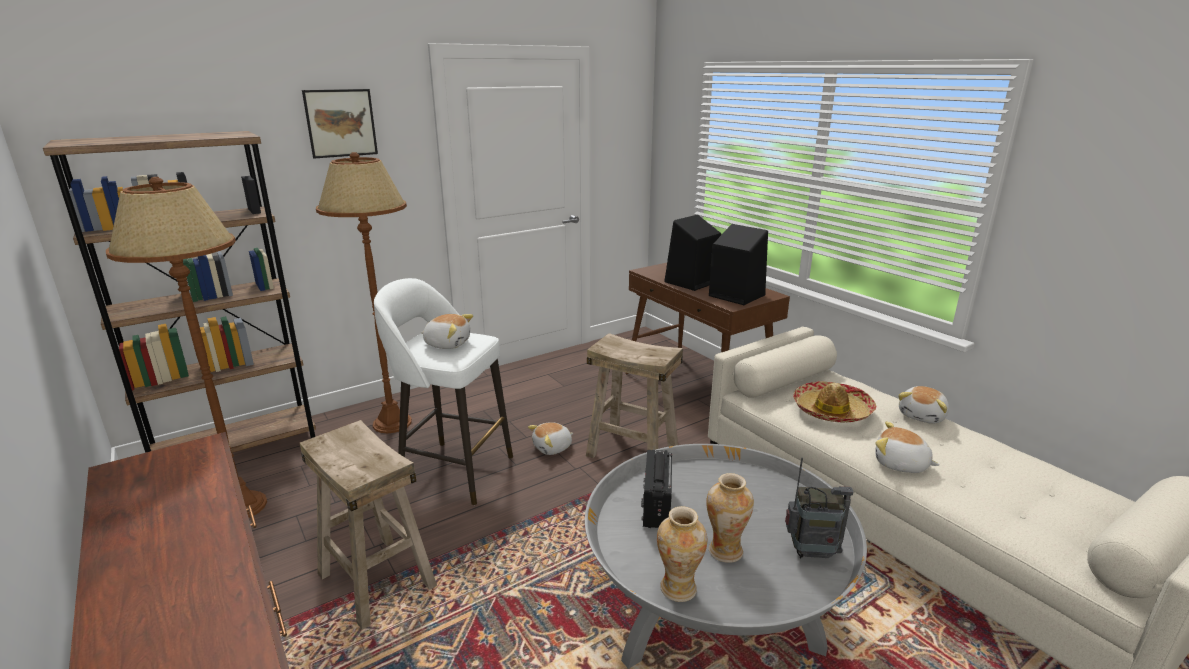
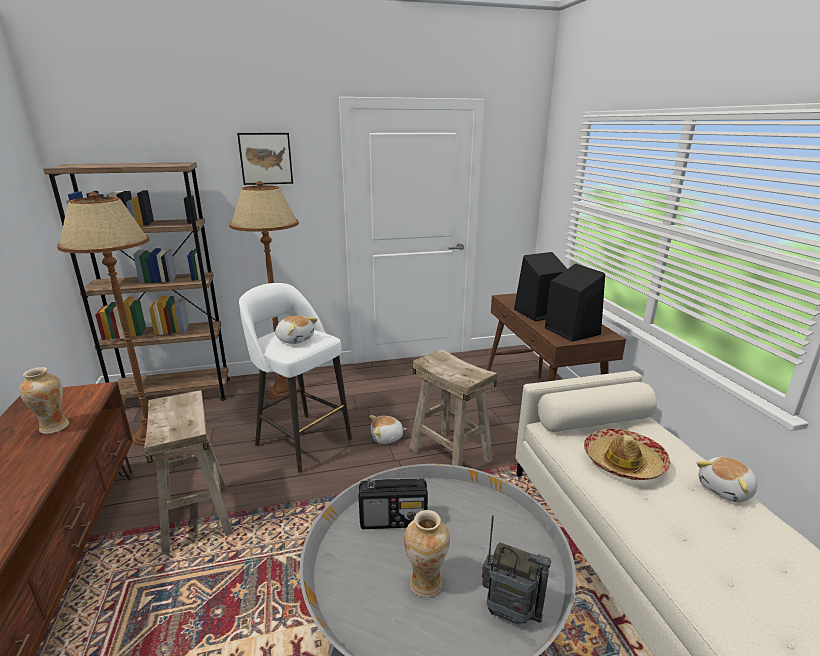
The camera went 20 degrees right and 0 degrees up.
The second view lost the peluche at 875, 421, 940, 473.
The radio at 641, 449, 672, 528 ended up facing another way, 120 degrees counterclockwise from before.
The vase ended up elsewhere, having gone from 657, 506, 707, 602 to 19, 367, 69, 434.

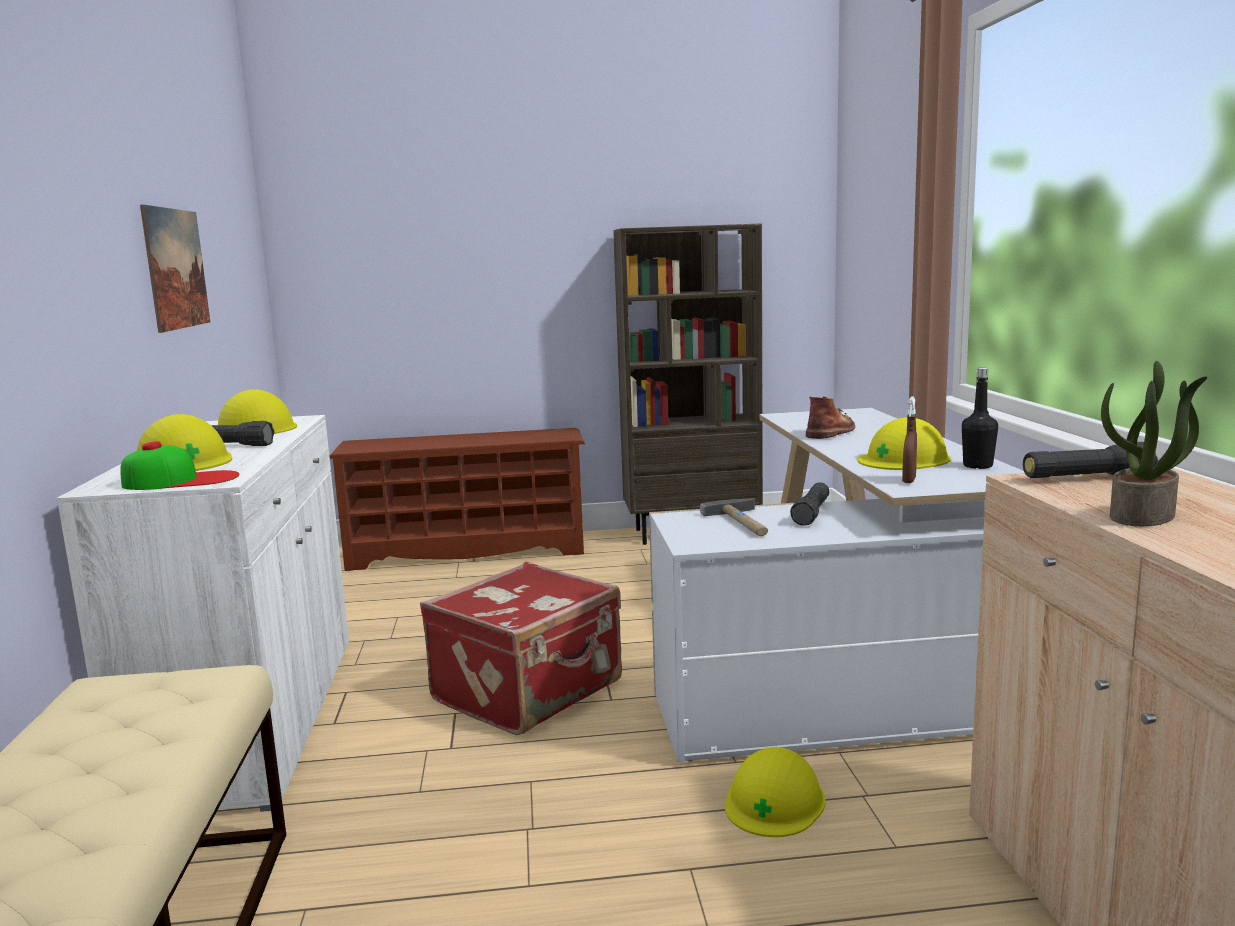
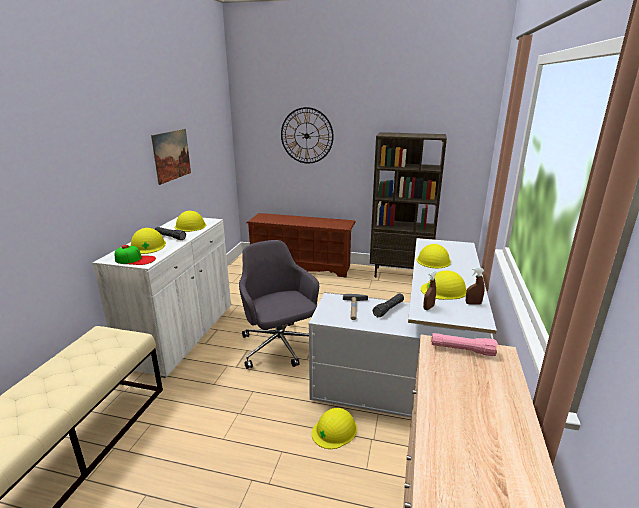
The camera went 20 degrees right and 10 degrees up.
The second view lost the plante en pot at 1101, 361, 1207, 526.
Where the bouteille/noir stood at 962, 368, 998, 469, the vaporisateur/marron came to stand at 466, 268, 485, 305.
Where the botte/marron stood at 806, 396, 855, 439, the casque de chantier/jaune came to stand at 417, 244, 451, 268.
What was the lampe de poche/noir at 1023, 442, 1158, 478 turned into the lampe de poche/rose at 431, 333, 498, 356.
Where the valise/rouge stood at 420, 562, 622, 735, the chaise de bureau/gris came to stand at 239, 240, 319, 369.
The second view gained the horloge murale at 281, 107, 334, 164.

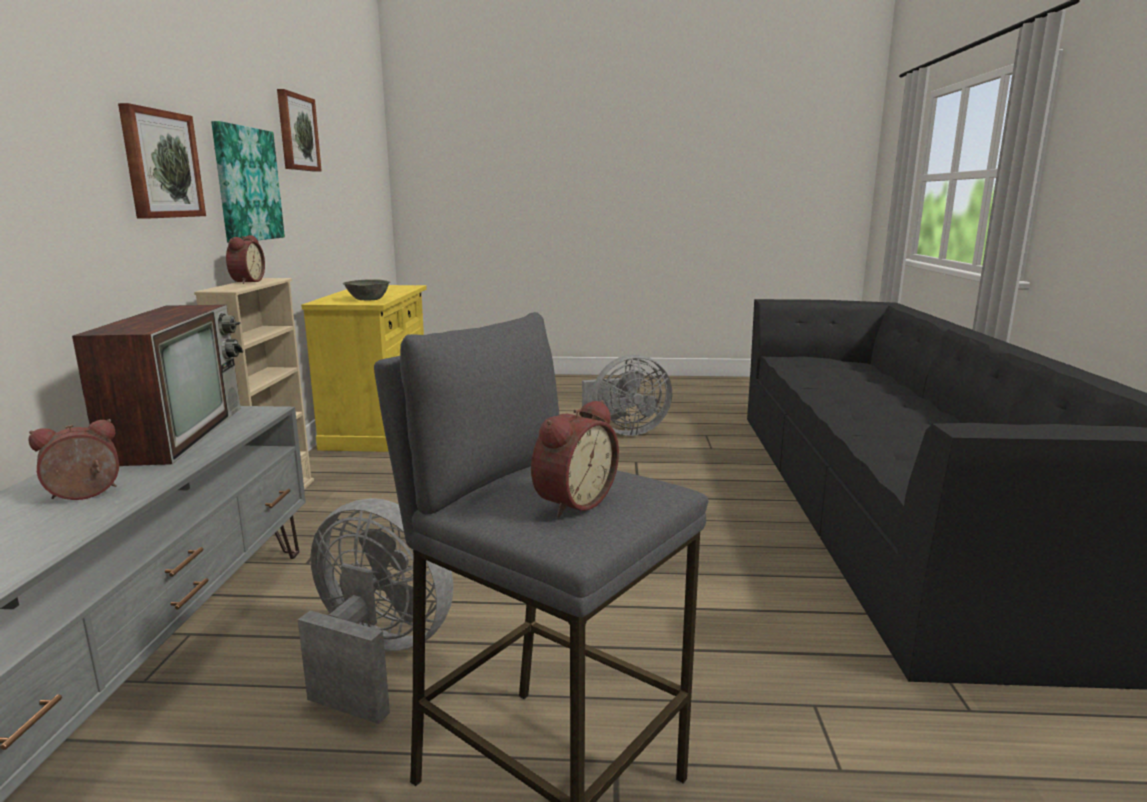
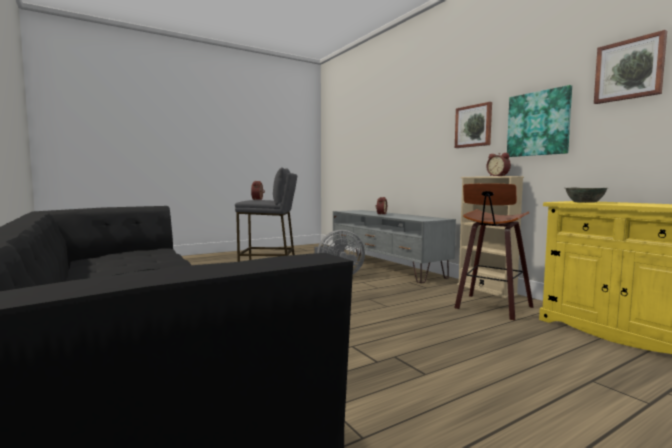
The camera went 145 degrees right and 10 degrees down.
The second view lost the téléviseur at 72, 305, 244, 466.
The second view lost the ventilateur/gris at 582, 355, 672, 436.
The second view gained the tabouret at 454, 183, 534, 321.

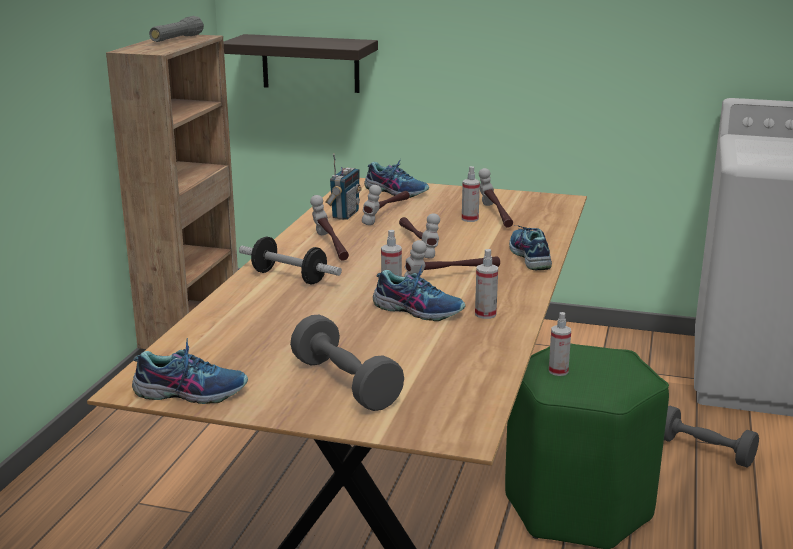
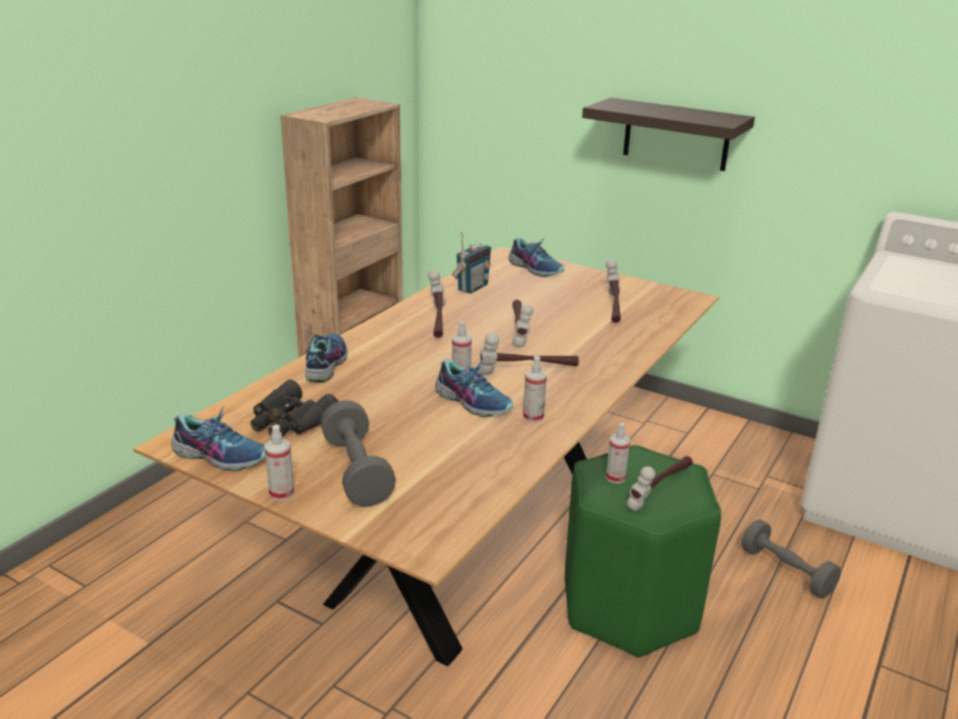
The camera went 15 degrees right and 5 degrees up.
The second view lost the lampe de poche/gris at 149, 16, 204, 42.
The étagère ended up elsewhere, having gone from 223, 34, 378, 93 to 582, 98, 755, 171.
The vaporisateur ended up elsewhere, having gone from 462, 166, 480, 222 to 265, 424, 294, 501.
The marteau ended up elsewhere, having gone from 362, 185, 410, 225 to 627, 456, 693, 511.
The chaussure ended up elsewhere, having gone from 509, 225, 552, 270 to 304, 332, 348, 382.
The second view lost the haltère at 239, 237, 342, 285.
The second view gained the jumelles/noir at 251, 379, 339, 437.

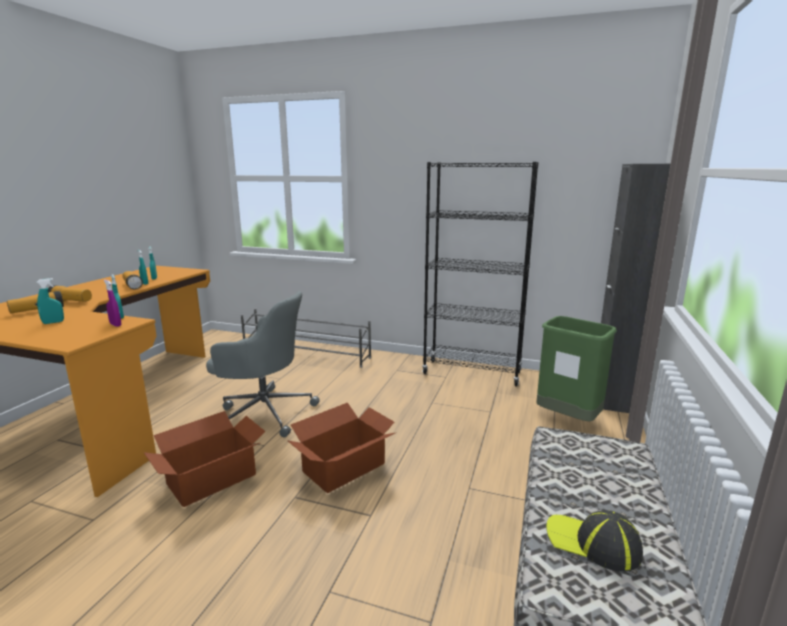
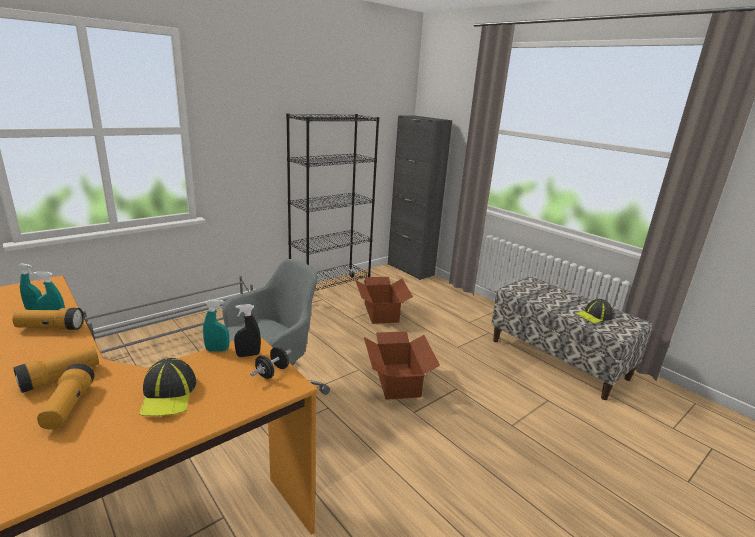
The camera went 60 degrees left and 5 degrees up.
Where the vaporisateur/turquoise stood at 37, 278, 64, 324, the casquette came to stand at 139, 358, 196, 416.
What was the vaporisateur/violet at 104, 280, 121, 327 turned into the vaporisateur/noir at 234, 304, 261, 357.
The second view lost the poubelle/vert at 536, 316, 617, 422.
The carton ended up elsewhere, having gone from 144, 411, 266, 507 to 355, 277, 413, 324.
The second view gained the haltère/noir at 250, 347, 291, 379.

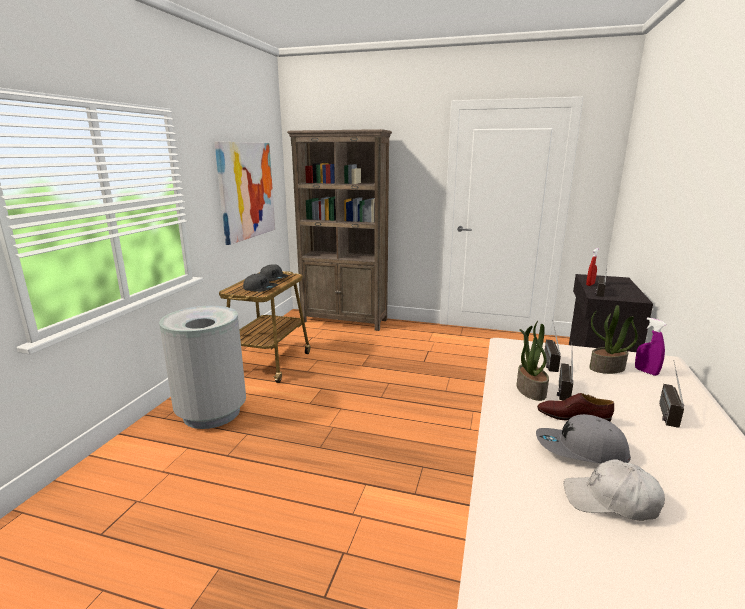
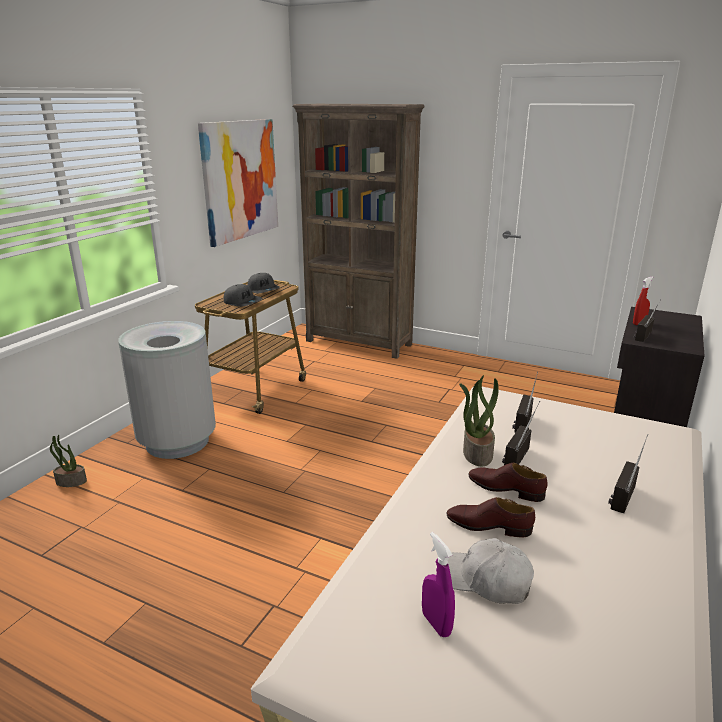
The camera went 10 degrees right and 5 degrees up.
The plante en pot ended up elsewhere, having gone from 589, 305, 638, 374 to 50, 435, 87, 487.
The vaporisateur/violet ended up elsewhere, having gone from 635, 317, 666, 376 to 422, 532, 455, 637.
Where the casquette/gris stood at 536, 414, 631, 464, the chaussure/marron came to stand at 446, 497, 535, 537.

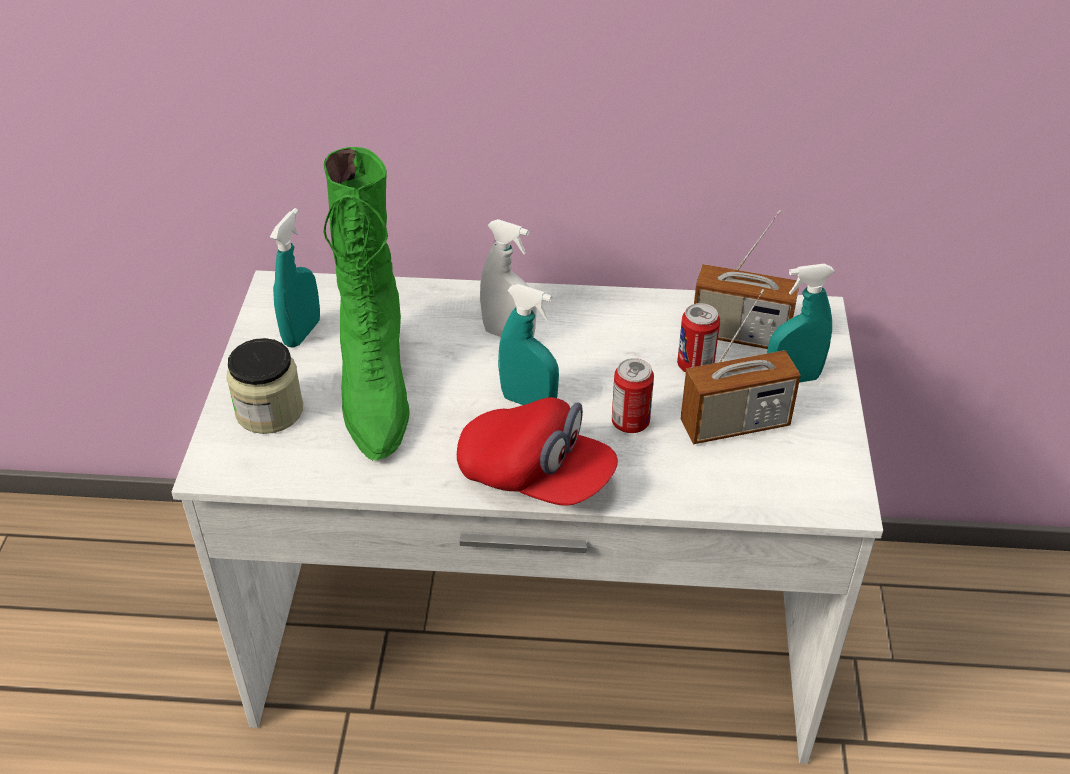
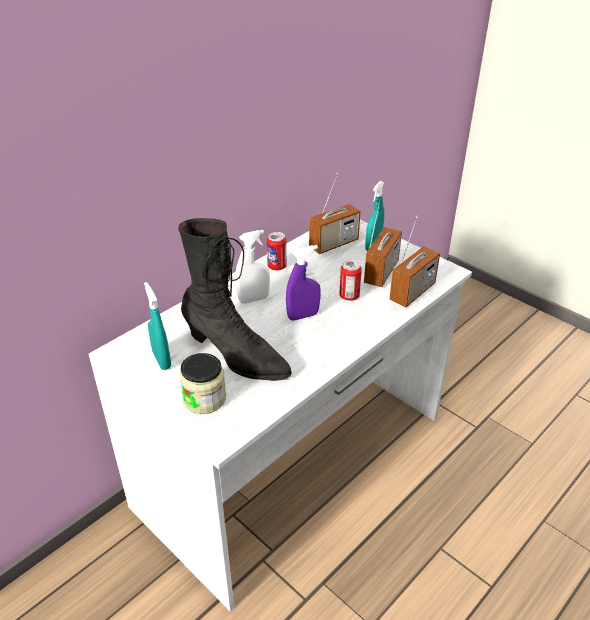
The camera went 50 degrees left and 5 degrees down.
What was the botte/vert at 323, 147, 410, 460 turned into the botte/noir at 178, 218, 292, 381.
What was the vaporisateur/turquoise at 498, 284, 559, 405 turned into the vaporisateur/violet at 286, 245, 321, 321.
The boîte métallique ended up elsewhere, having gone from 677, 303, 720, 372 to 267, 232, 287, 271.
The second view lost the casquette/rouge at 457, 397, 618, 506.
The second view gained the radio at 389, 216, 440, 307.

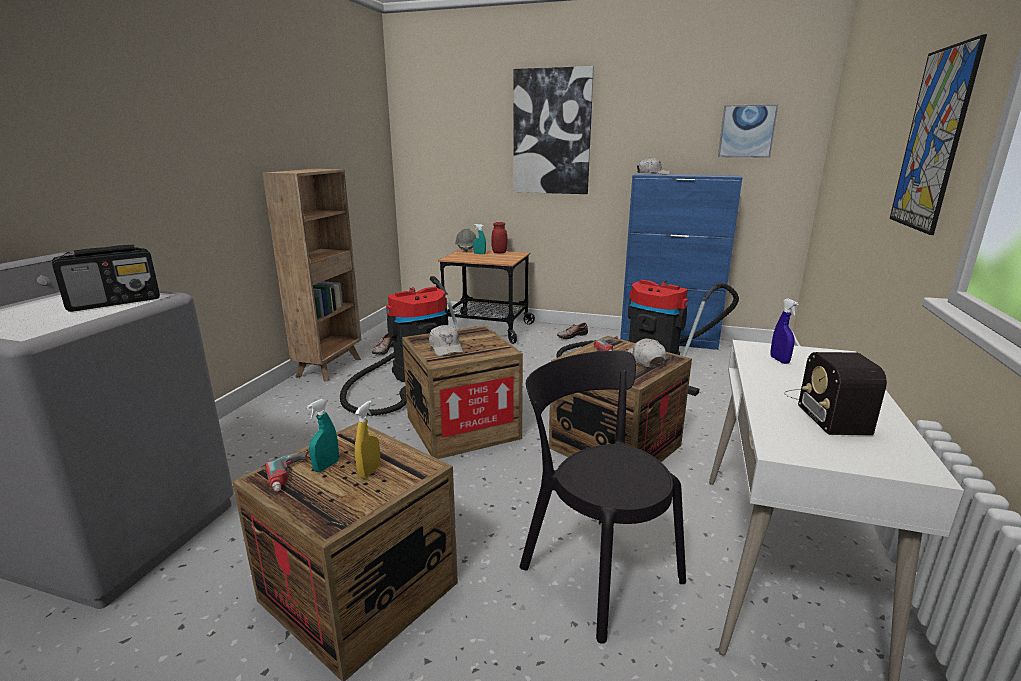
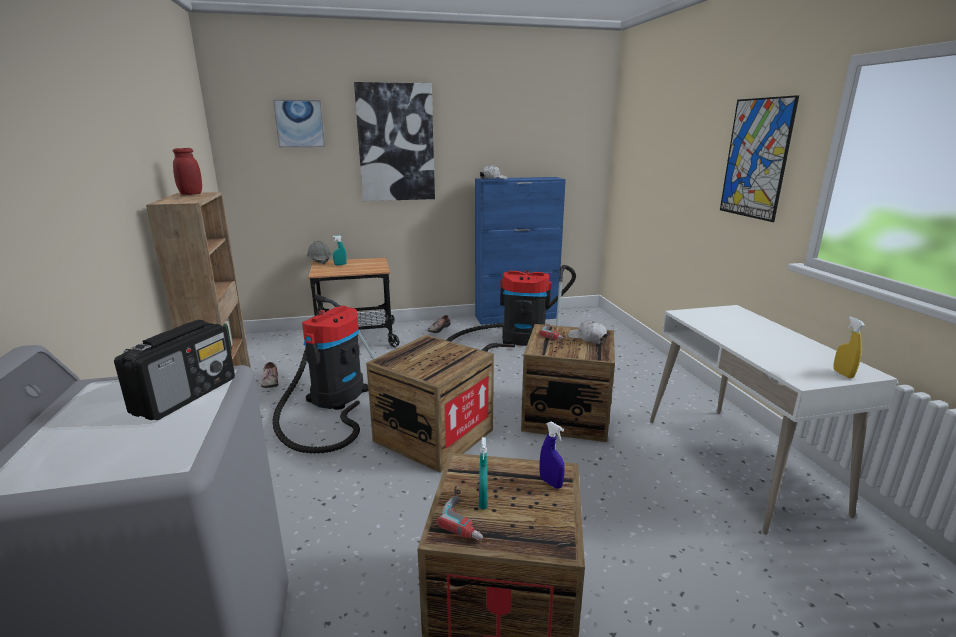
The camera went 30 degrees left and 0 degrees up.
The tableau ended up elsewhere, having gone from 718, 104, 778, 158 to 273, 100, 325, 148.
The bocal/rouge ended up elsewhere, having gone from 491, 222, 508, 253 to 173, 148, 202, 195.
The vaporisateur/bleu ended up elsewhere, having gone from 771, 299, 799, 364 to 540, 422, 565, 489.
The second view lost the casquette/blanc at 429, 325, 463, 356.
The second view lost the chaise/noir at 520, 351, 686, 644.
The second view lost the radio at 784, 352, 887, 435.
The vaporisateur/jaune ended up elsewhere, having gone from 355, 400, 380, 479 to 833, 317, 865, 378.

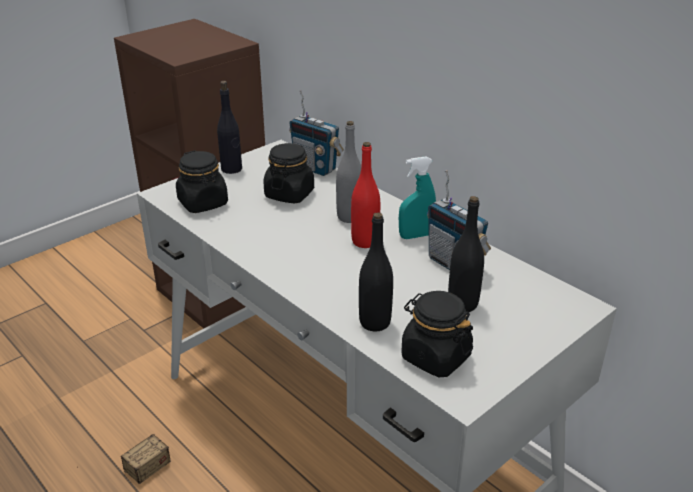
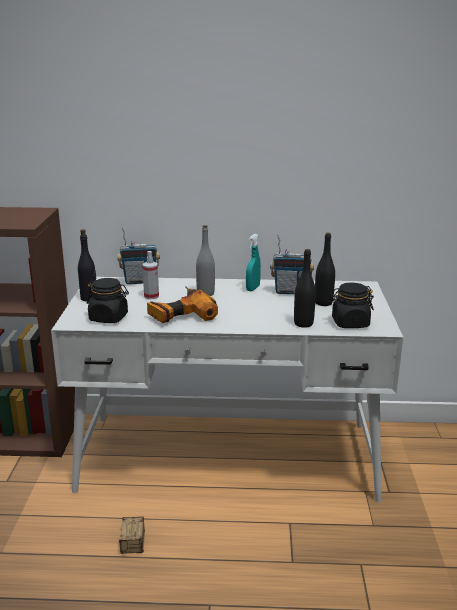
The camera went 45 degrees left and 10 degrees down.
The second view lost the bouteille/rouge at 351, 142, 380, 248.
Where the bocal/noir stood at 263, 143, 314, 204, the vaporisateur came to stand at 142, 251, 159, 299.
The second view gained the perceuse at 147, 286, 218, 323.

